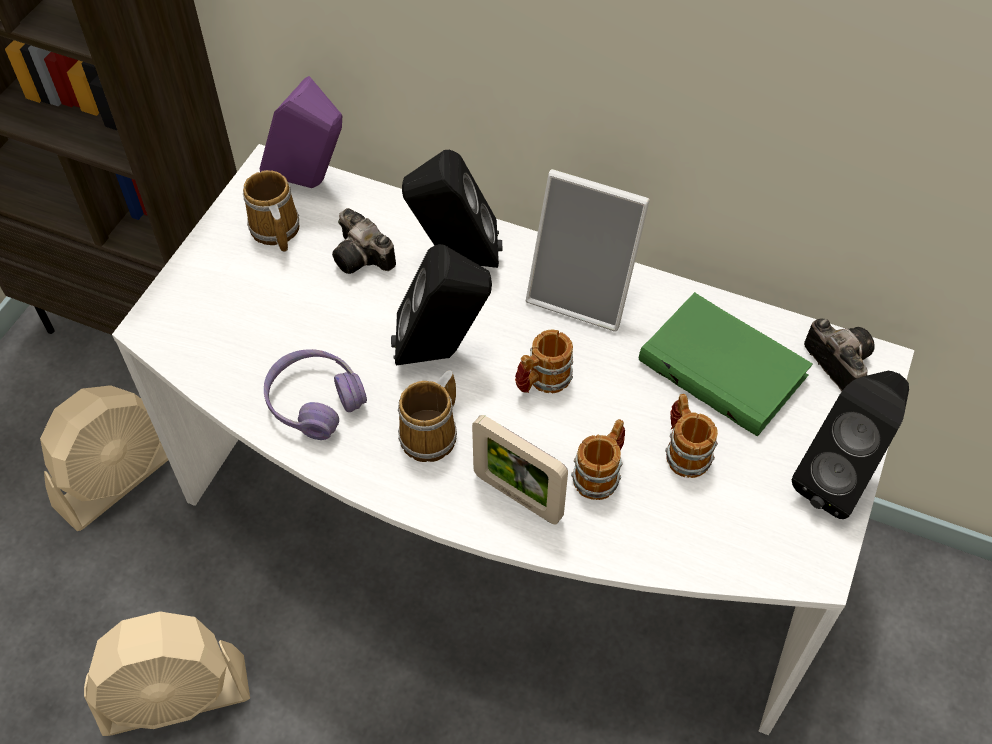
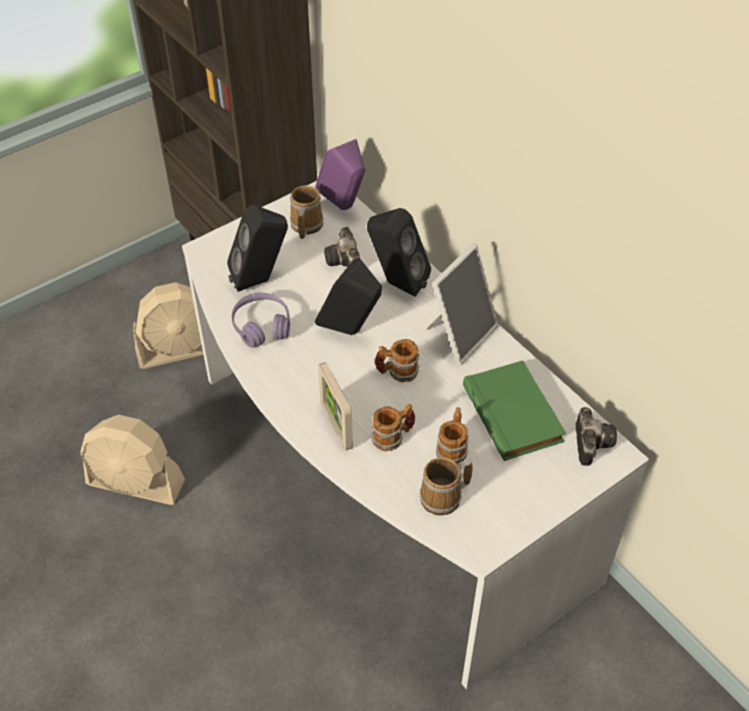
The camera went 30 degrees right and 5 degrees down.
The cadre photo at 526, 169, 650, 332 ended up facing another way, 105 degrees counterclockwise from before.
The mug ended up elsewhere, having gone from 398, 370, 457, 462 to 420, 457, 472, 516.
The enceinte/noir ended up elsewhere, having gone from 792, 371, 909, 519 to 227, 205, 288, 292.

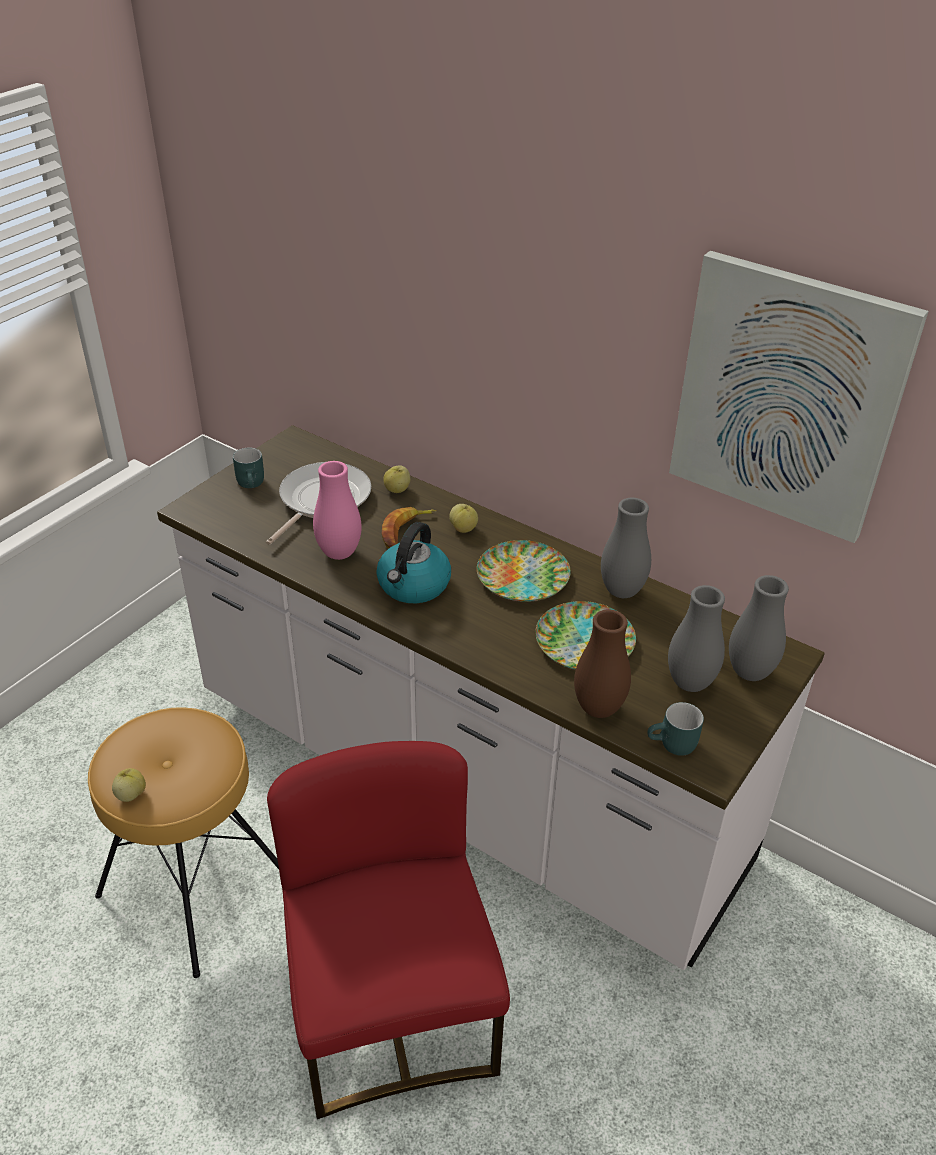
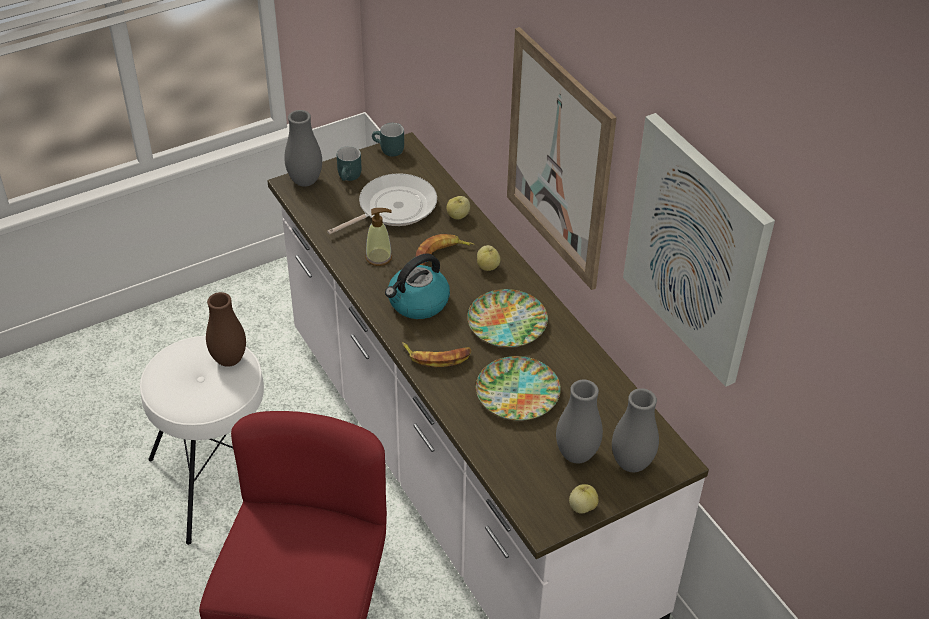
The camera went 25 degrees right and 5 degrees up.
Where the vase/rose stood at 313, 461, 362, 560, the distributeur de savon came to stand at 365, 208, 392, 266.
The vase/gris ended up elsewhere, having gone from 601, 498, 651, 598 to 284, 110, 322, 187.
The vase/marron ended up elsewhere, having gone from 574, 610, 631, 718 to 206, 292, 246, 367.
The mug/turquoise ended up elsewhere, having gone from 647, 702, 704, 756 to 372, 123, 404, 157.
What was the tabouret/marron at 88, 707, 279, 978 turned into the tabouret/blanc at 140, 336, 264, 545.
The pomme ended up elsewhere, having gone from 112, 768, 146, 802 to 569, 484, 598, 514.
The second view gained the tableau at 507, 27, 617, 290.
The second view gained the banane at 402, 342, 471, 367.

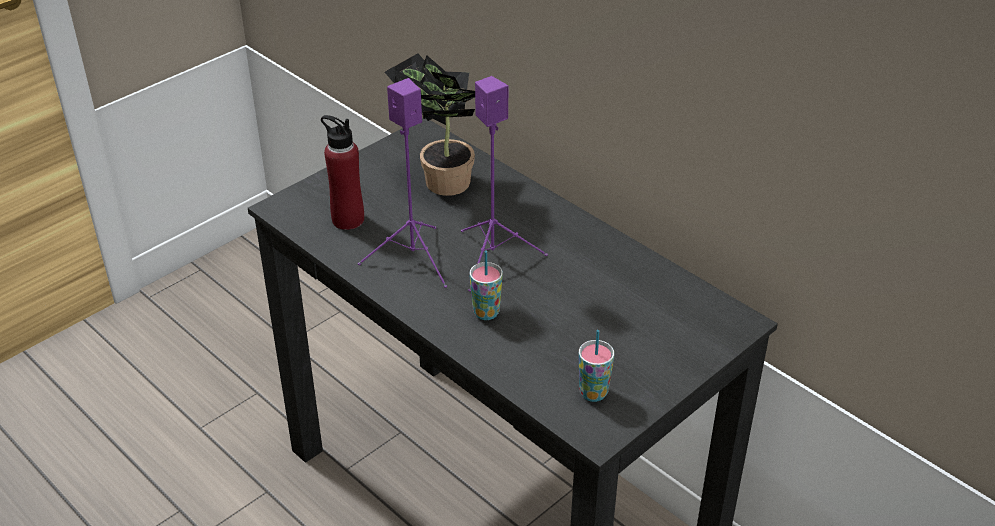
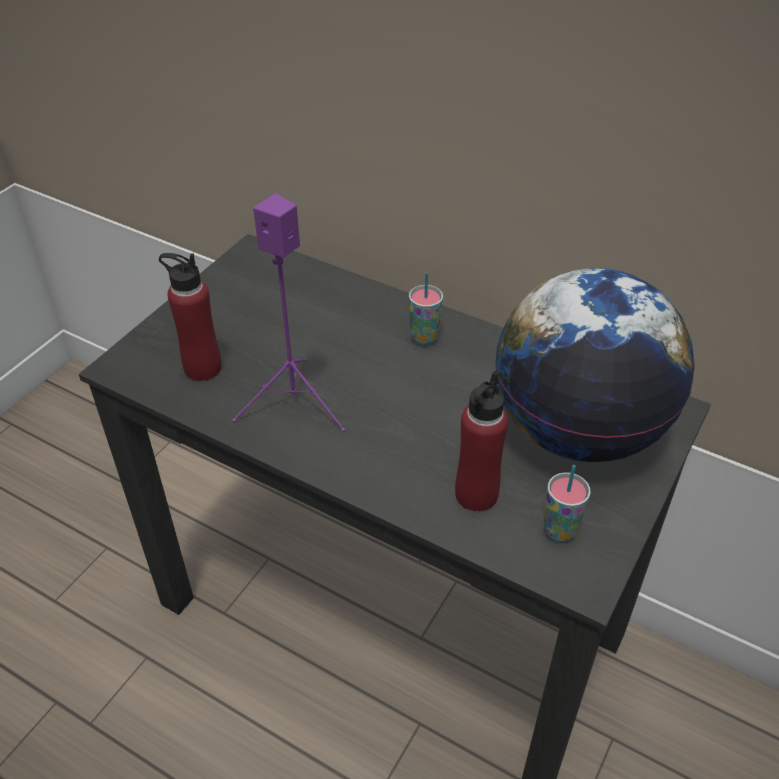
The camera went 15 degrees left and 5 degrees up.
The second view lost the plante en pot at 385, 53, 475, 196.
The second view lost the enceinte/violet at 461, 76, 548, 292.
The tasse ended up elsewhere, having gone from 469, 251, 503, 320 to 409, 272, 443, 345.
The second view gained the globe at 495, 268, 695, 462.
The second view gained the bouteille/rouge at 455, 371, 508, 512.

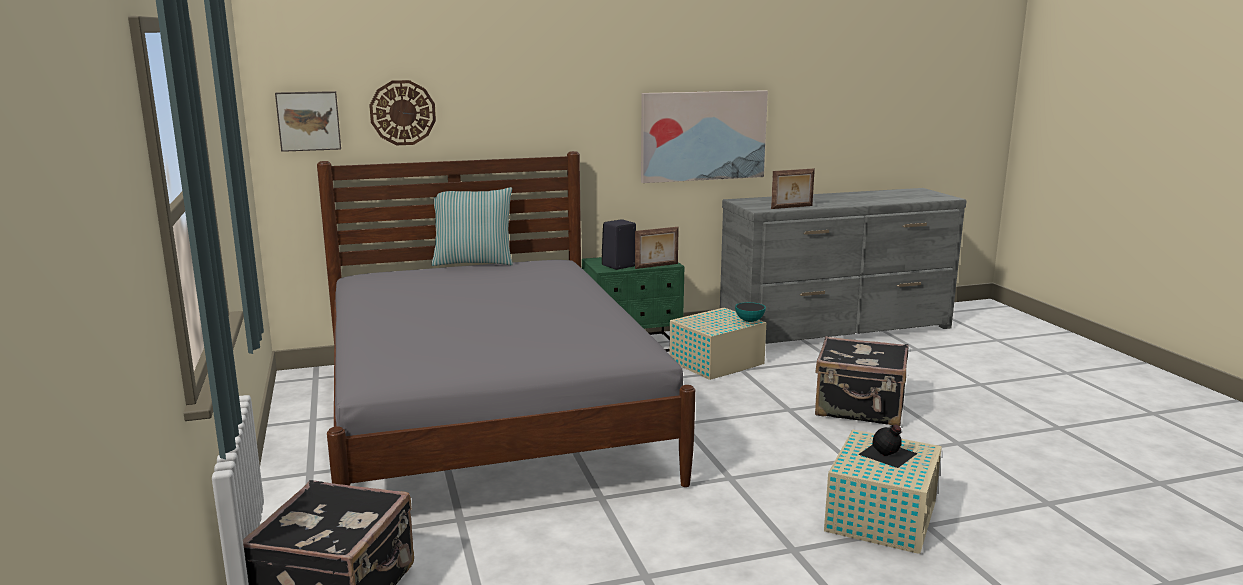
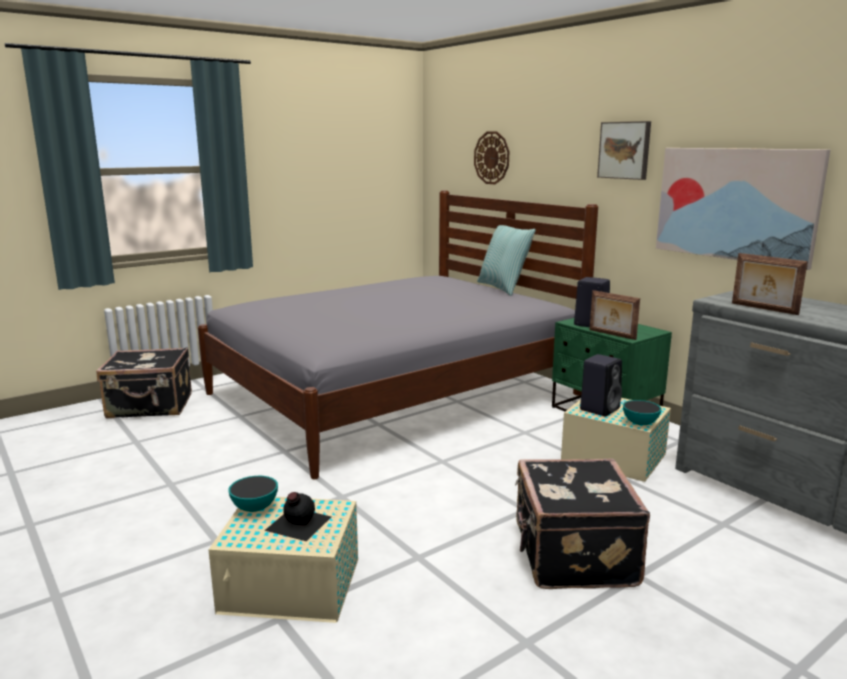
The camera went 70 degrees right and 0 degrees up.
The tableau ended up elsewhere, having gone from 275, 91, 341, 152 to 597, 121, 651, 180.
The second view gained the enceinte/noir at 580, 354, 622, 417.
The second view gained the bol at 228, 476, 278, 512.

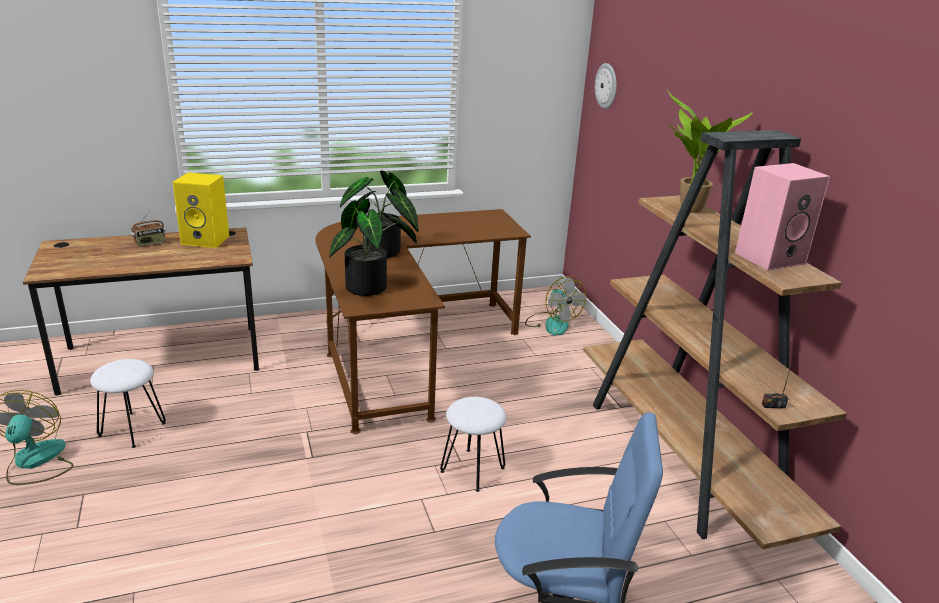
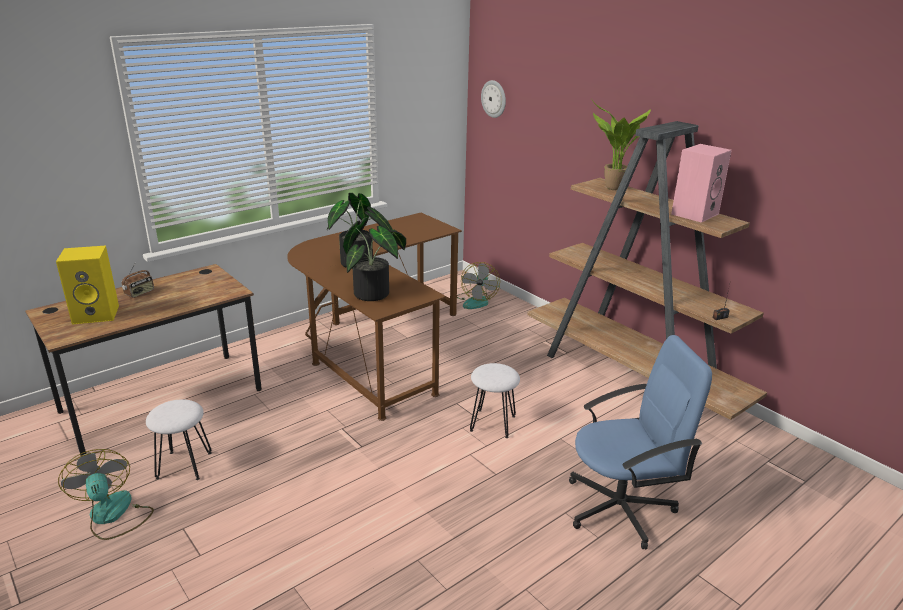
The camera went 20 degrees left and 0 degrees up.
The enceinte/jaune ended up elsewhere, having gone from 173, 172, 229, 248 to 56, 245, 119, 325.
The ventilateur at 525, 276, 586, 336 ended up facing another way, 60 degrees clockwise from before.

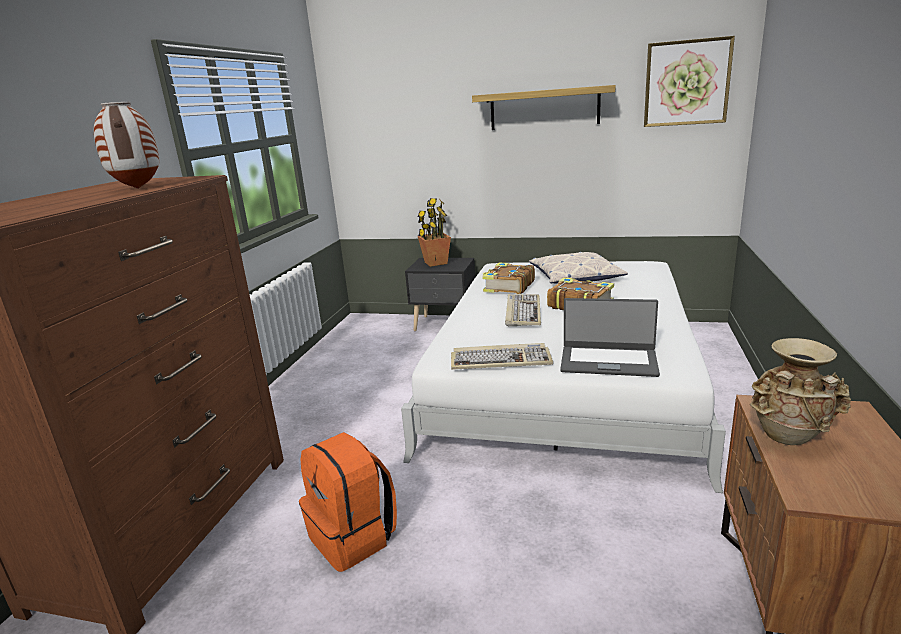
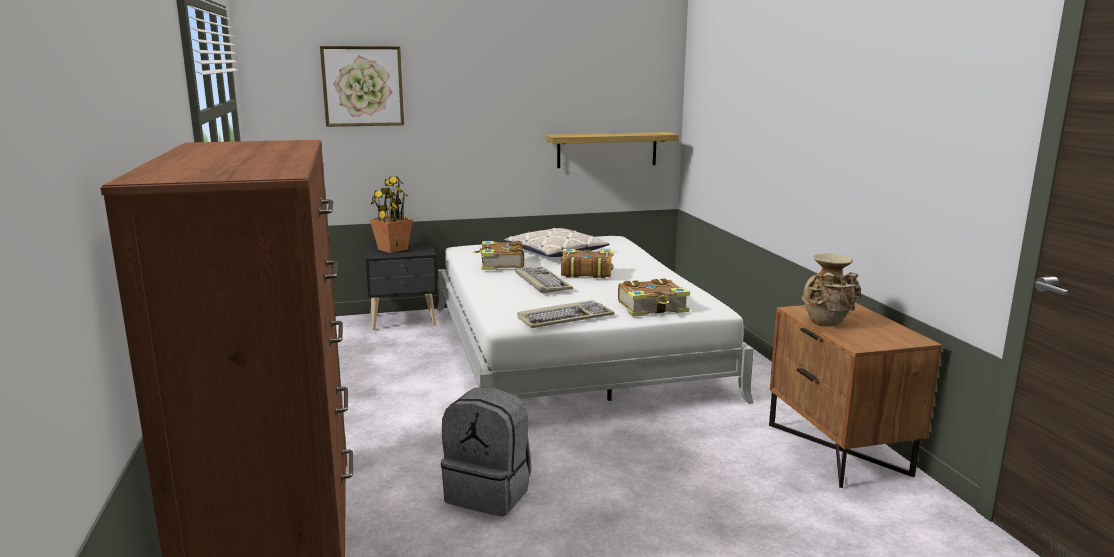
The camera went 30 degrees left and 5 degrees down.
The tableau ended up elsewhere, having gone from 644, 36, 735, 127 to 320, 46, 404, 127.
The étagère ended up elsewhere, having gone from 472, 85, 616, 130 to 545, 132, 679, 168.
The second view lost the vase at 94, 102, 159, 189.
Where the ordinateur portable stood at 560, 298, 660, 377, the livre came to stand at 618, 279, 690, 317.
What was the sac à dos/orange at 299, 432, 397, 572 turned into the sac à dos/gris at 441, 388, 531, 516.

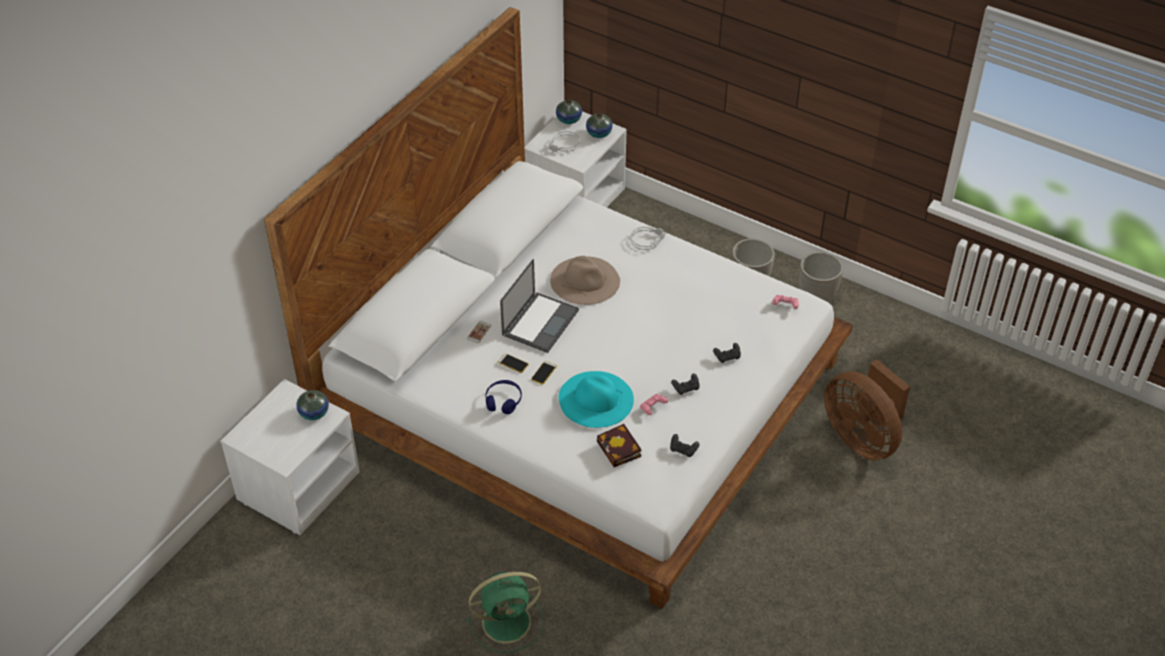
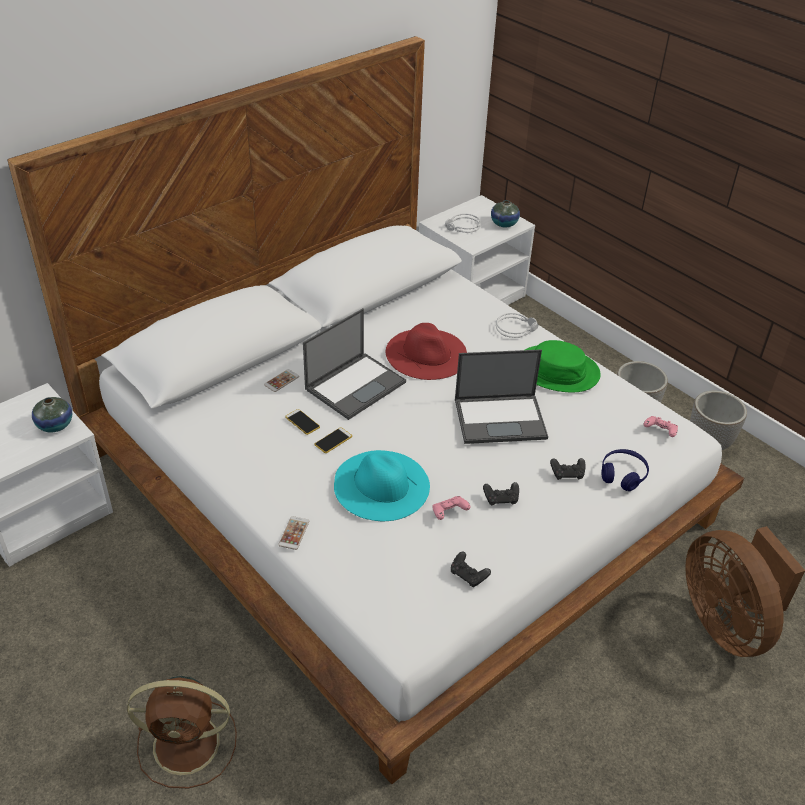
The camera went 15 degrees right and 5 degrees down.
The second view lost the vase at 556, 100, 582, 124.
What was the chapeau/beige at 550, 256, 620, 305 turned into the chapeau/rouge at 386, 323, 467, 380.
The casque audio/bleu ended up elsewhere, having gone from 486, 380, 522, 414 to 601, 449, 649, 491.
The second view lost the livre at 597, 424, 641, 467.
What was the ventilateur/vert at 467, 571, 544, 653 turned into the ventilateur/marron at 127, 676, 237, 788.
The second view gained the chapeau/vert at 525, 340, 601, 393.
The second view gained the ordinateur portable at 455, 349, 548, 444.
The second view gained the téléphone at 278, 516, 309, 550.

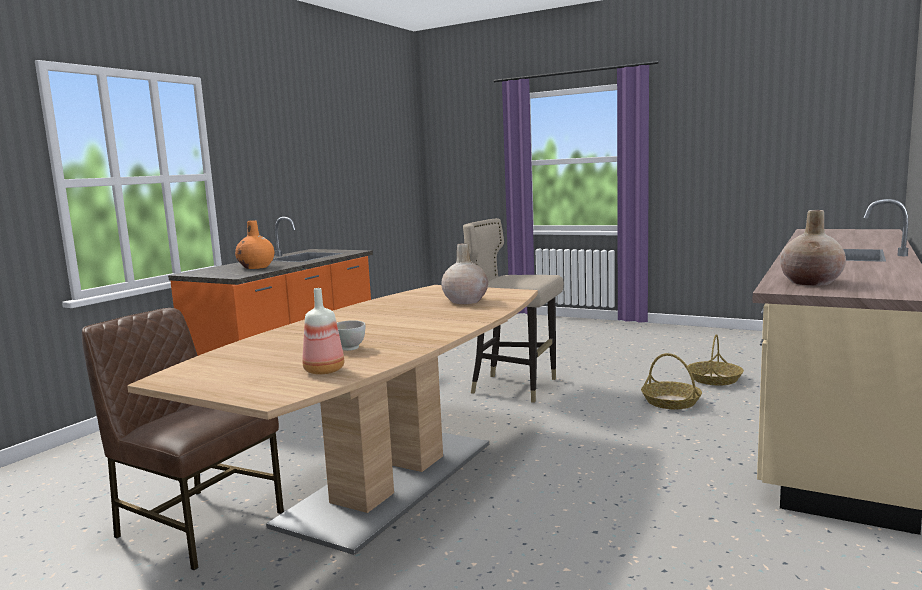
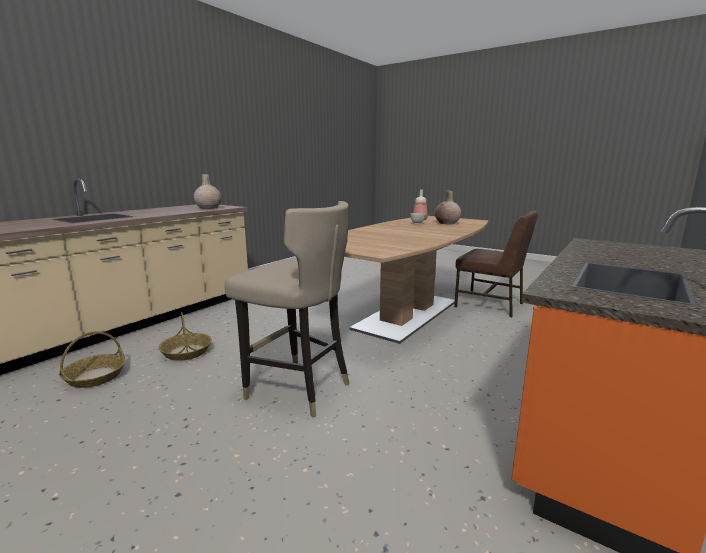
The camera went 175 degrees left and 5 degrees up.
The second view lost the vase/orange at 235, 220, 274, 269.
The vase/beige ended up elsewhere, having gone from 441, 243, 488, 304 to 435, 191, 461, 224.

